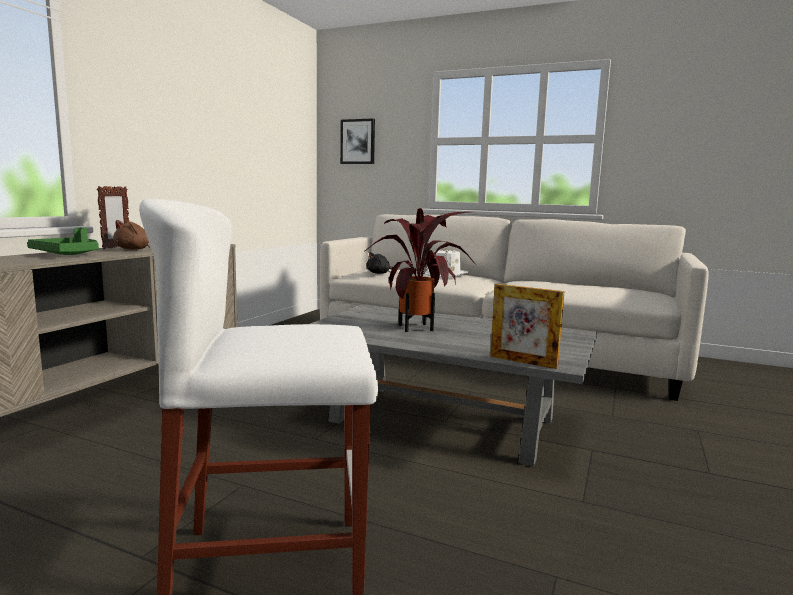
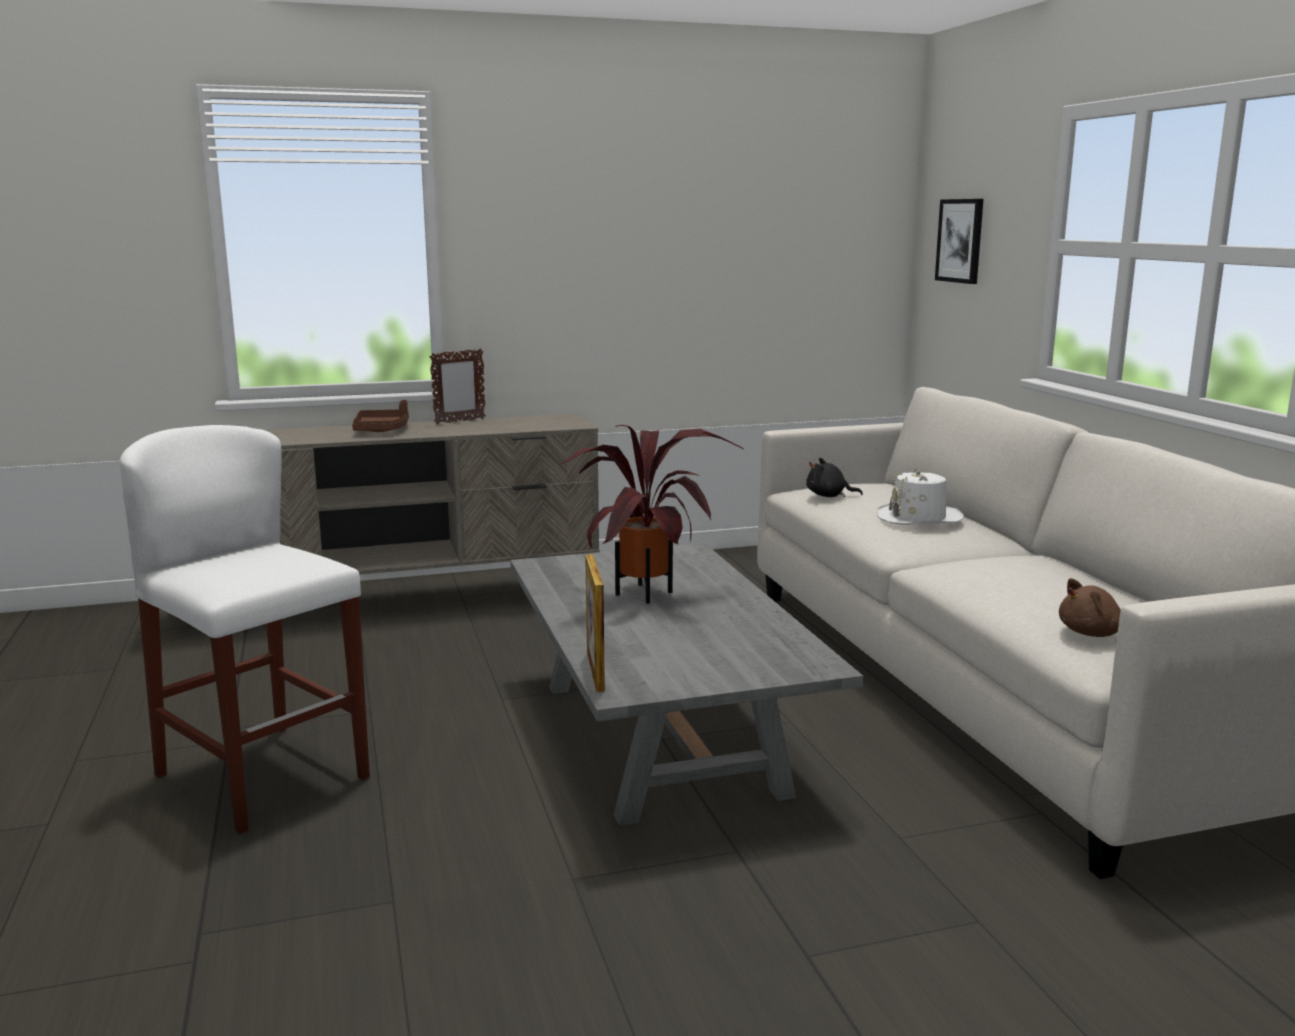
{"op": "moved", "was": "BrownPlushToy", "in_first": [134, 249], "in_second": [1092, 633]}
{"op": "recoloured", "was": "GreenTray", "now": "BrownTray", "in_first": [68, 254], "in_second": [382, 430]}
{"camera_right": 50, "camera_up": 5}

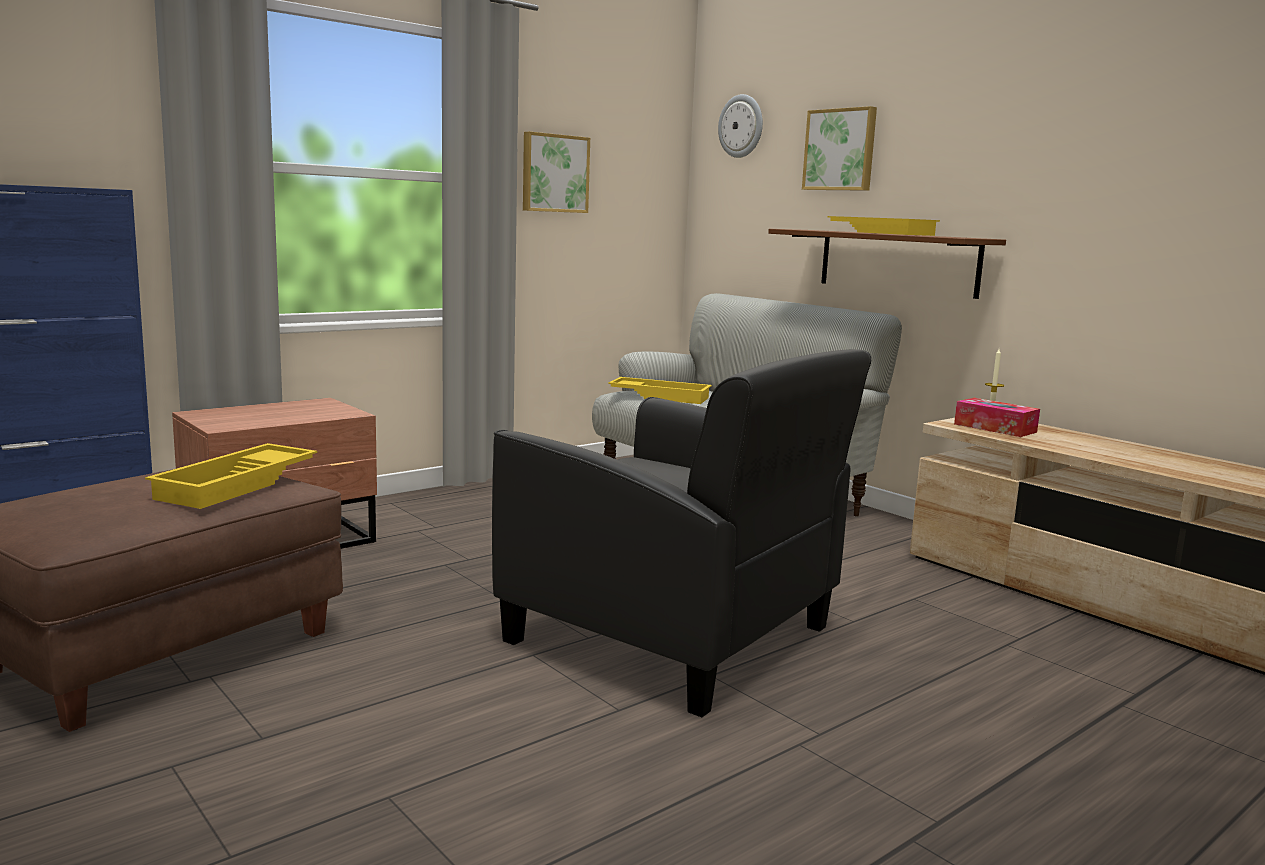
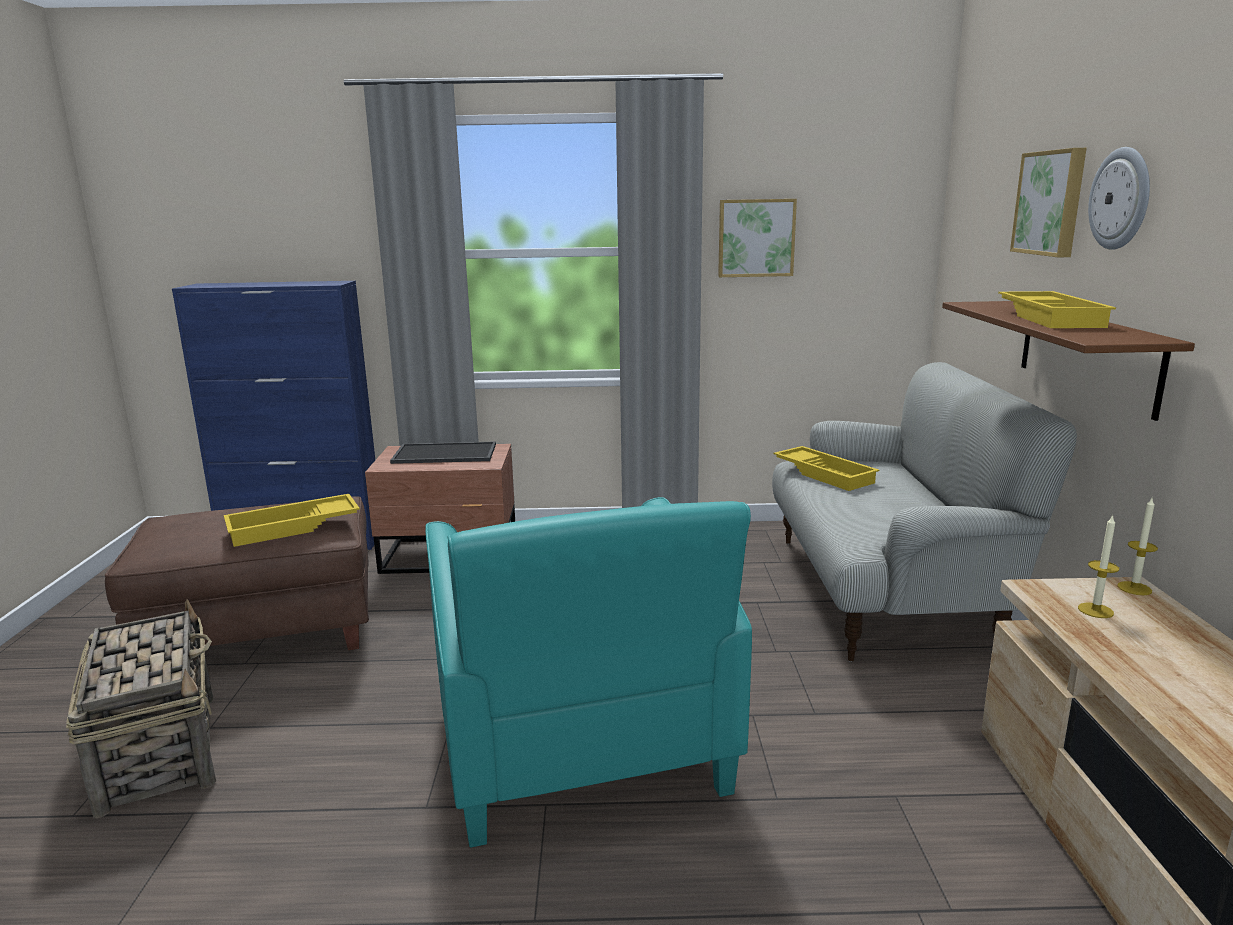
{"op": "added", "now": "Basket", "in_second": [160, 750]}
{"op": "added", "now": "Tray", "in_second": [443, 454]}
{"op": "moved", "was": "WallClock", "in_first": [741, 126], "in_second": [1121, 199]}
{"op": "replaced", "was": "TissueBox", "now": "Candle", "in_first": [995, 428], "in_second": [1095, 610]}
{"op": "recoloured", "was": "BlackArmchair", "now": "TurquoiseArmchair", "in_first": [673, 636], "in_second": [579, 746]}
{"camera_right": 40, "camera_up": 5}

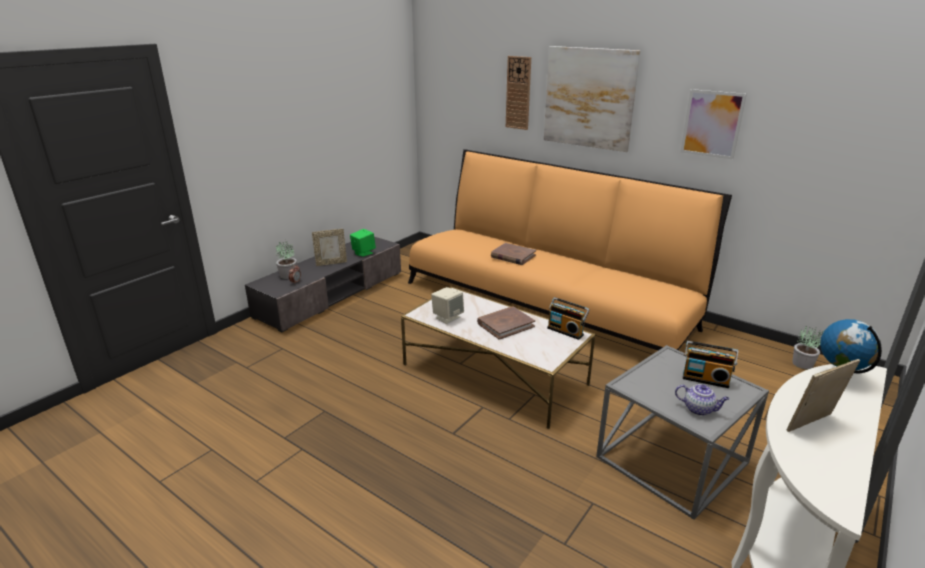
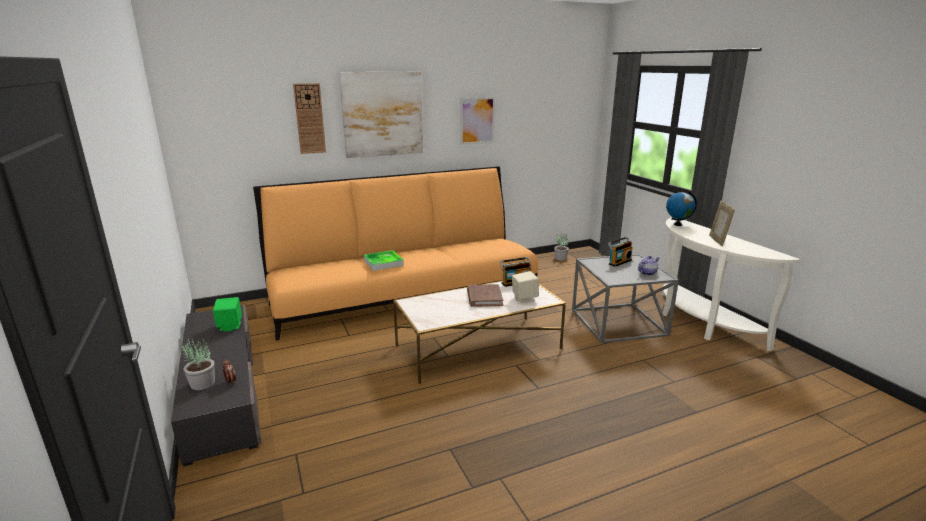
{"op": "removed", "was": "PictureFrame", "in_first": [331, 263]}
{"op": "moved", "was": "BeigeSpeaker", "in_first": [447, 317], "in_second": [524, 299]}
{"op": "replaced", "was": "BrownBook", "now": "Tray", "in_first": [513, 256], "in_second": [383, 263]}
{"camera_right": -60, "camera_up": -5}

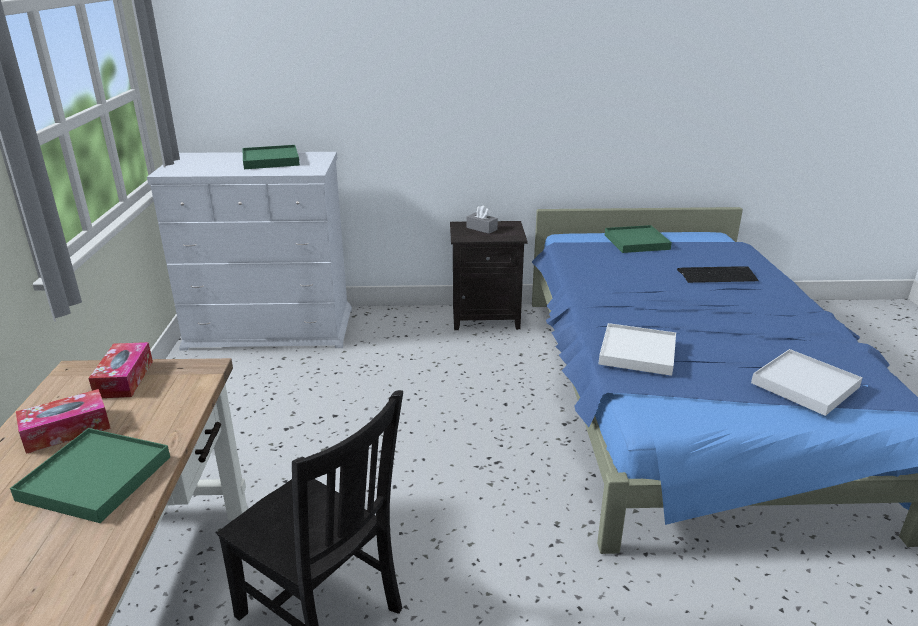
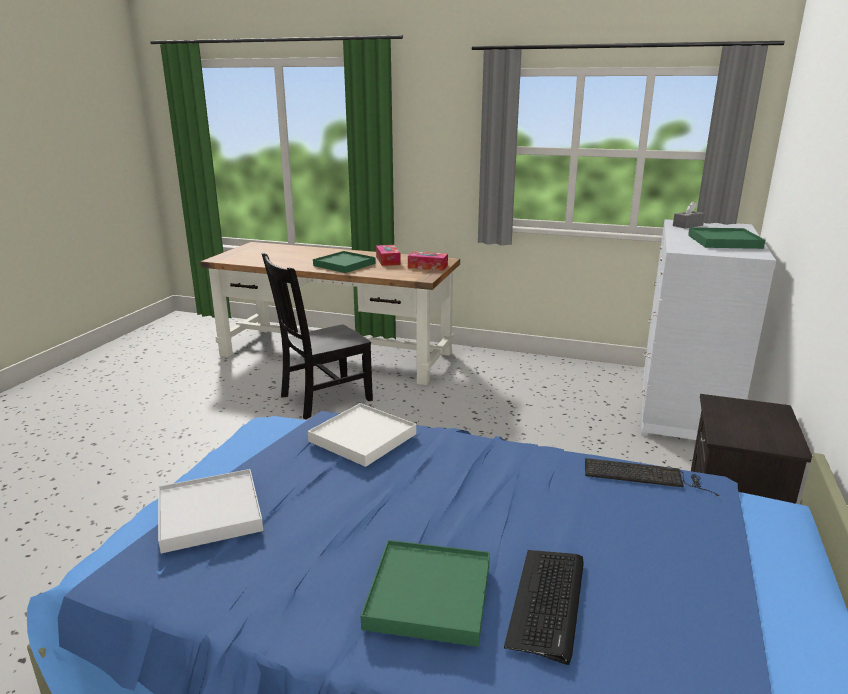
{"op": "added", "now": "Keyboard", "in_second": [645, 476]}
{"op": "moved", "was": "GreyTissueBox", "in_first": [481, 228], "in_second": [687, 225]}
{"op": "moved", "was": "GreenTray", "in_first": [636, 242], "in_second": [429, 595]}
{"camera_right": 110, "camera_up": -5}

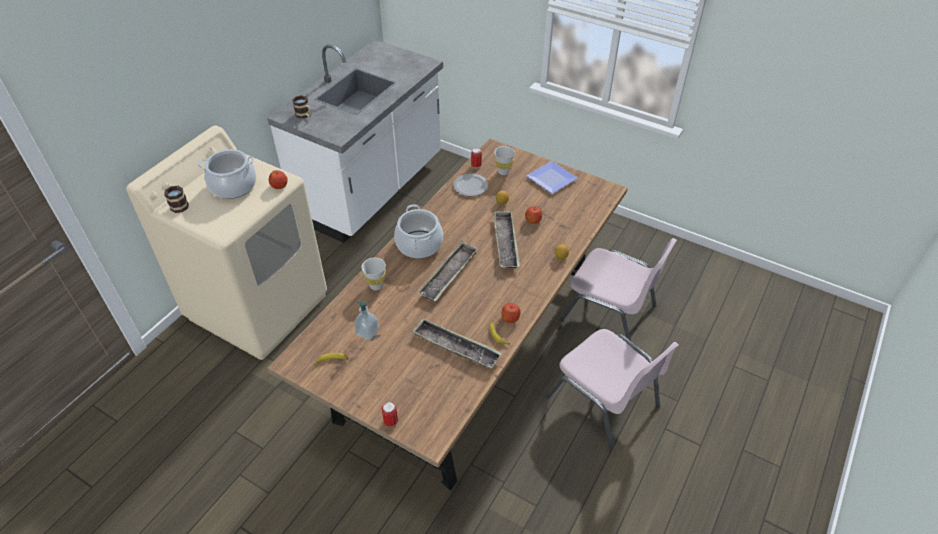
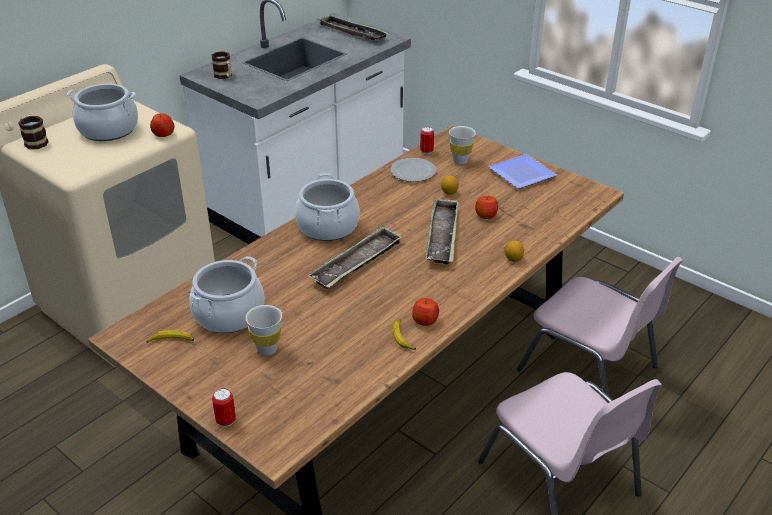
{"op": "moved", "was": "WhiteCup", "in_first": [376, 286], "in_second": [267, 349]}
{"op": "moved", "was": "Tray", "in_first": [456, 347], "in_second": [352, 32]}
{"op": "replaced", "was": "SoapDispenser", "now": "CookingPot", "in_first": [367, 332], "in_second": [229, 314]}
{"camera_right": 10, "camera_up": -10}

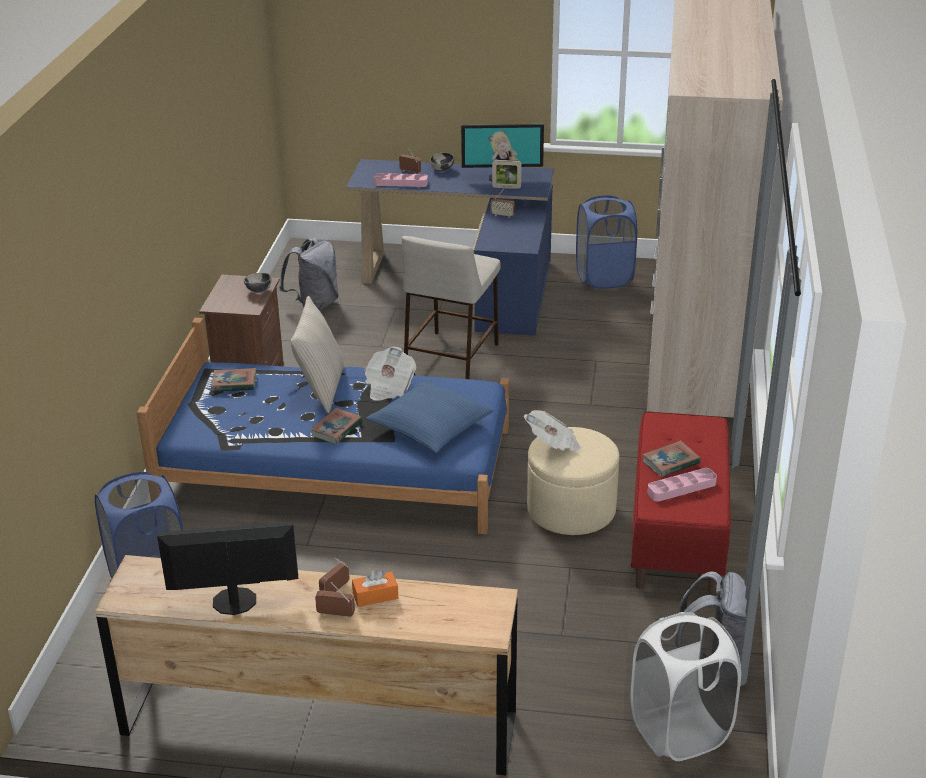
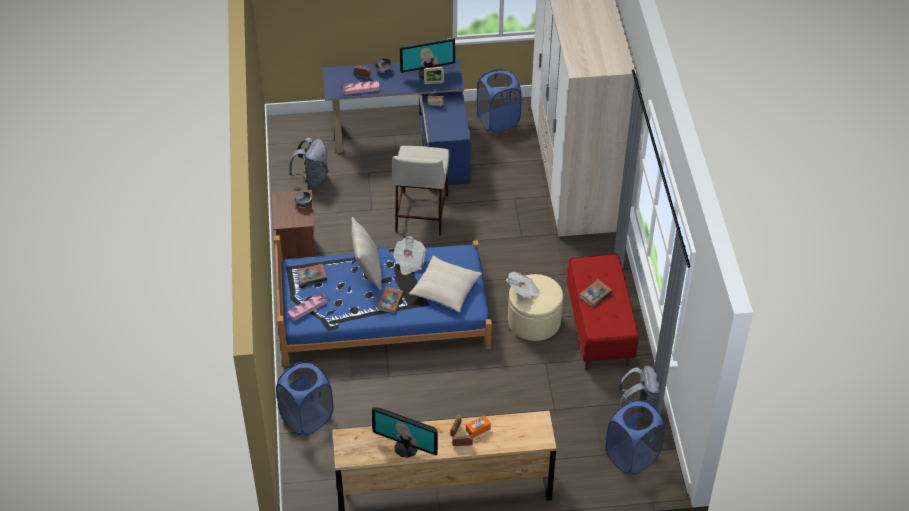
{"op": "moved", "was": "PinkTray", "in_first": [681, 488], "in_second": [307, 308]}
{"op": "recoloured", "was": "BluePillow", "now": "BeigePillow", "in_first": [430, 426], "in_second": [446, 289]}
{"op": "recoloured", "was": "WhiteLaundryBasket", "now": "BlueLaundryBasket", "in_first": [679, 731], "in_second": [632, 456]}
{"op": "turned", "was": "Monitor", "in_first": [234, 602], "in_second": [406, 448], "clockwise": -135}
{"camera_right": -15, "camera_up": 15}

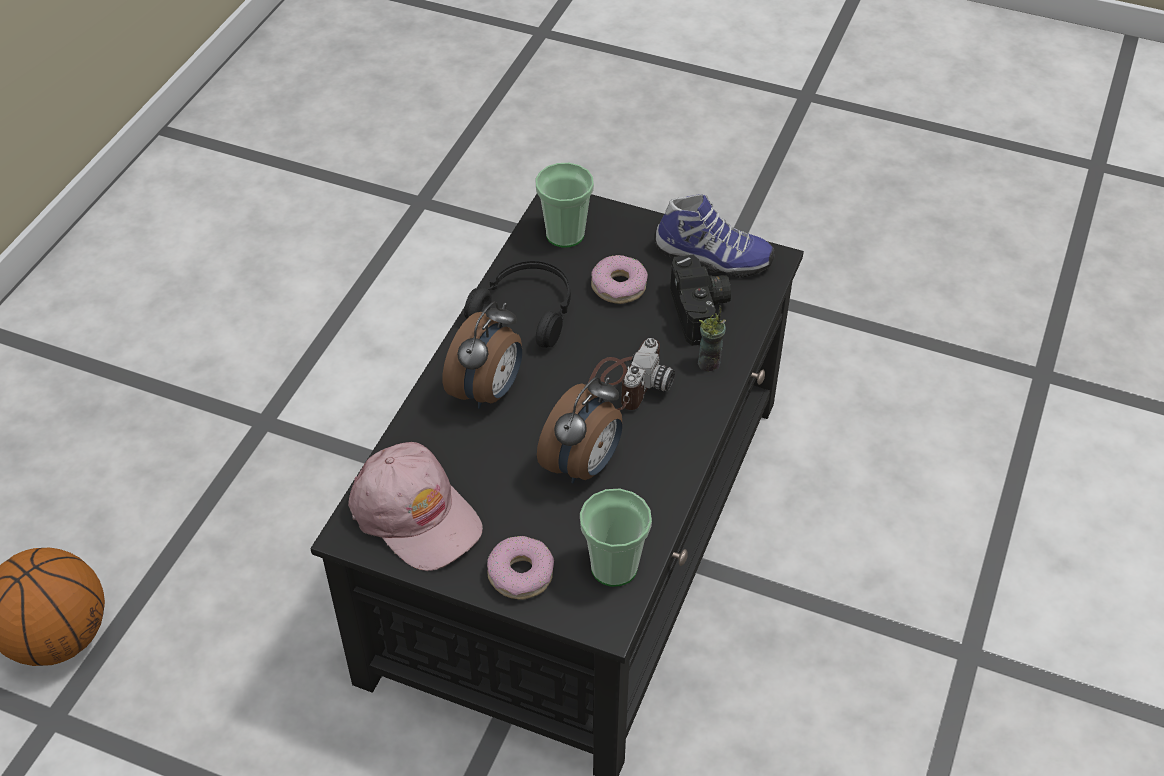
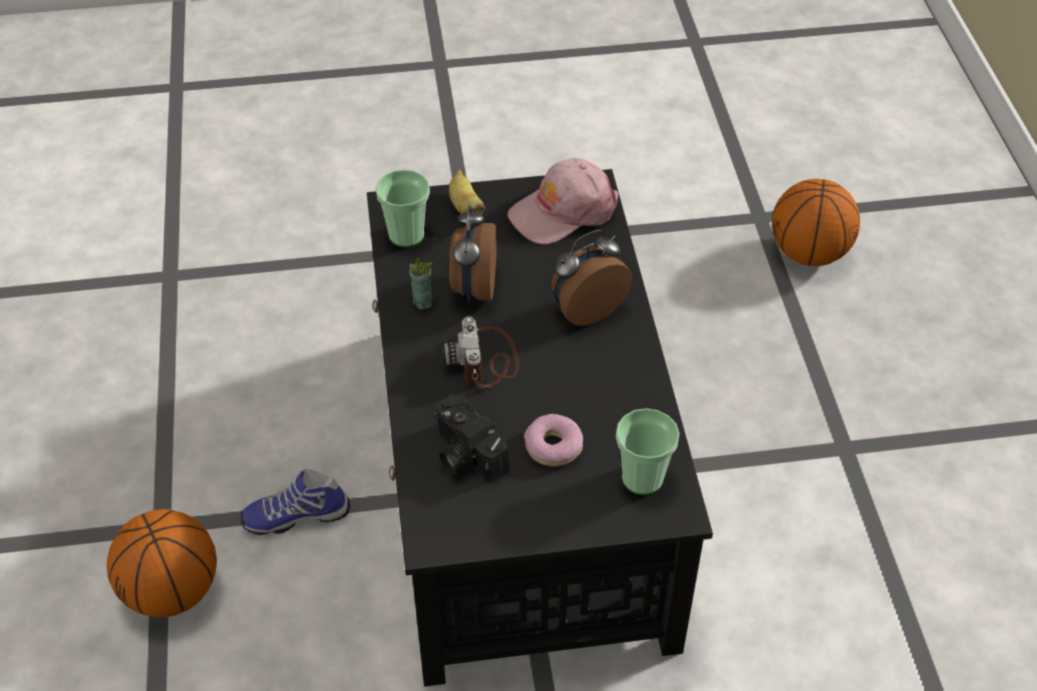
{"op": "removed", "was": "BlackHeadphones", "in_first": [527, 310]}
{"op": "added", "now": "Basketball", "in_second": [171, 591]}
{"op": "moved", "was": "Shoe", "in_first": [711, 258], "in_second": [296, 515]}
{"op": "moved", "was": "Cup", "in_first": [709, 363], "in_second": [422, 302]}
{"op": "replaced", "was": "Donut", "now": "Banana", "in_first": [520, 574], "in_second": [465, 207]}
{"op": "turned", "was": "PinkCap", "in_first": [416, 514], "in_second": [562, 211], "clockwise": -45}
{"op": "turned", "was": "AlarmClock", "in_first": [488, 391], "in_second": [586, 309], "clockwise": 60}
{"camera_right": 150, "camera_up": 0}

